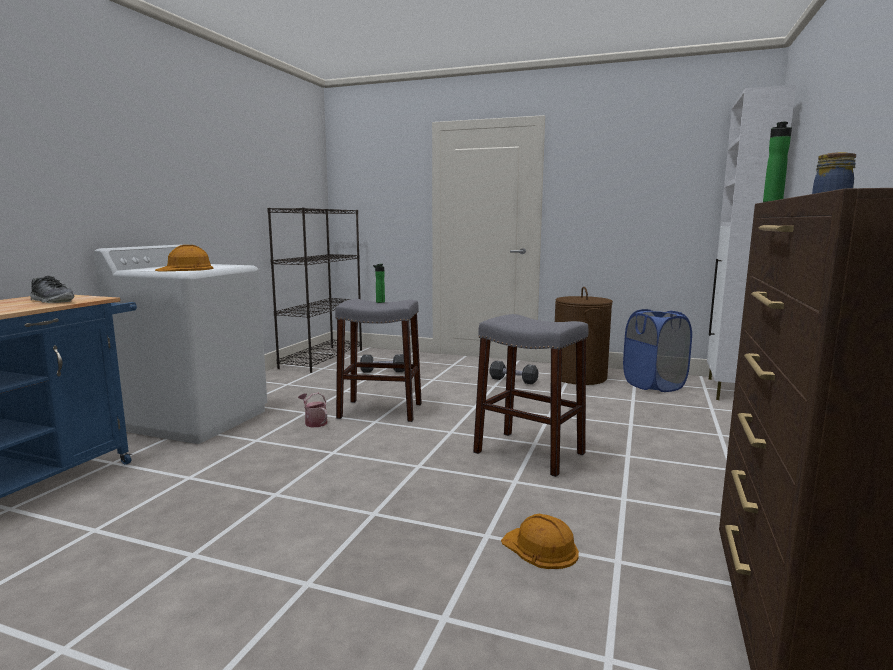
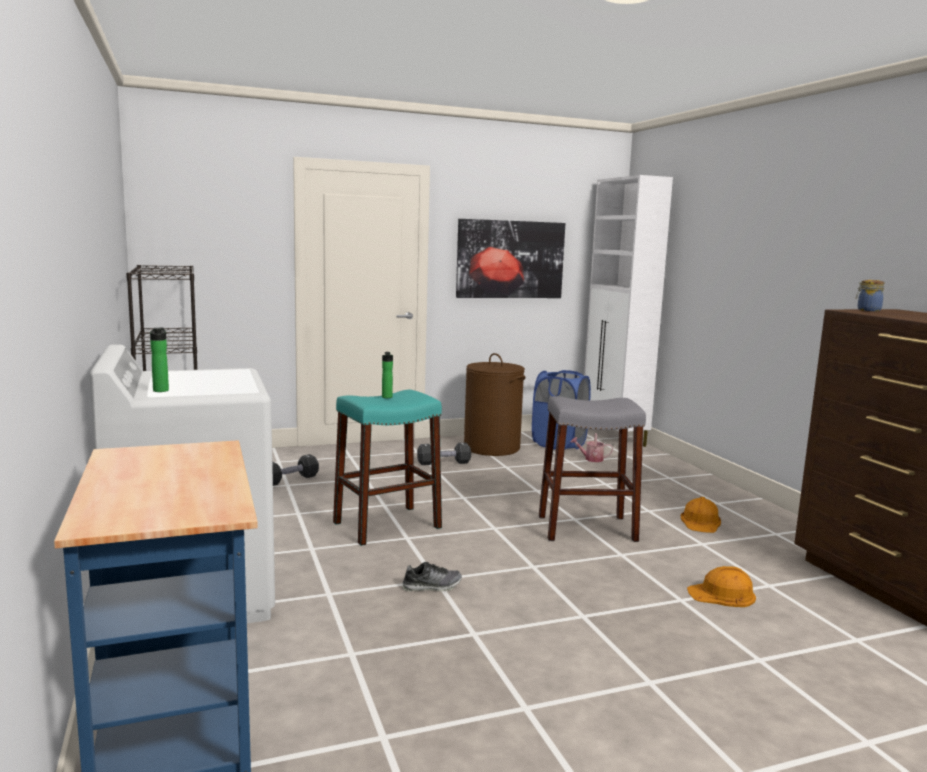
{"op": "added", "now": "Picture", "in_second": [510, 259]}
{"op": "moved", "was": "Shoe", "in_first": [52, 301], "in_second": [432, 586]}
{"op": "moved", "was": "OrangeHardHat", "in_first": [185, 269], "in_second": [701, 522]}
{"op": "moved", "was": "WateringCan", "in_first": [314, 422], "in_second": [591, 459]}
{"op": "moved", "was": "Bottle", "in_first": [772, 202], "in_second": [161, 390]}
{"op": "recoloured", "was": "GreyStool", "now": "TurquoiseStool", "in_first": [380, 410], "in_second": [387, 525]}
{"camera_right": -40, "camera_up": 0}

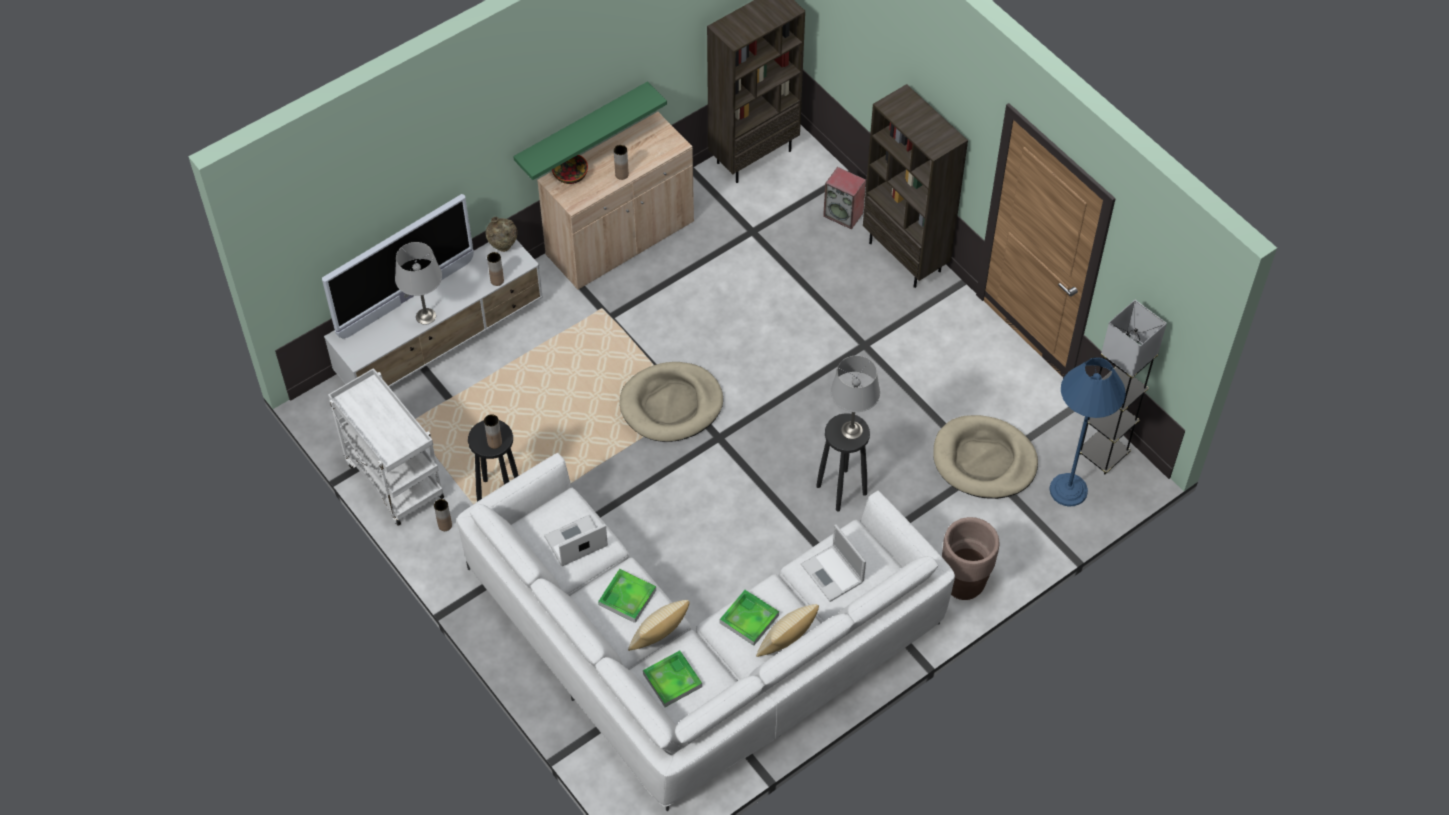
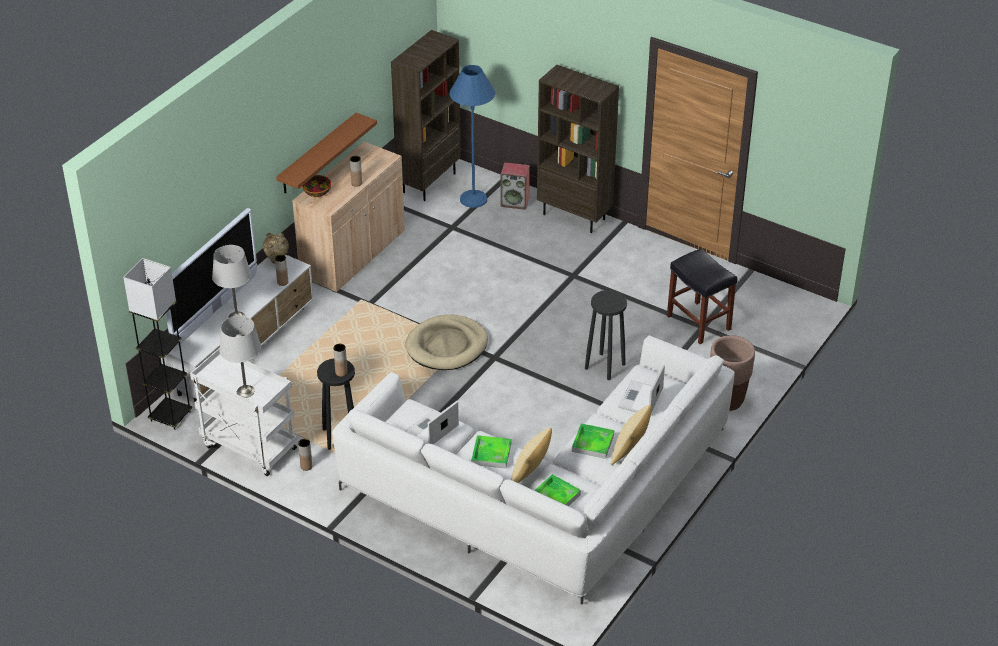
{"op": "moved", "was": "GreyTableLamp", "in_first": [851, 430], "in_second": [245, 391]}
{"op": "moved", "was": "BlueFloorLamp", "in_first": [1068, 490], "in_second": [473, 199]}
{"op": "moved", "was": "GreyFloorLamp", "in_first": [1103, 454], "in_second": [171, 416]}
{"op": "replaced", "was": "BeigeDogBed", "now": "BlackStool", "in_first": [984, 460], "in_second": [699, 323]}
{"op": "recoloured", "was": "GreenShelf", "now": "BrownShelf", "in_first": [582, 129], "in_second": [317, 154]}
{"op": "turned", "was": "Laptop", "in_first": [833, 574], "in_second": [640, 399], "clockwise": 75}
{"camera_right": -20, "camera_up": -15}

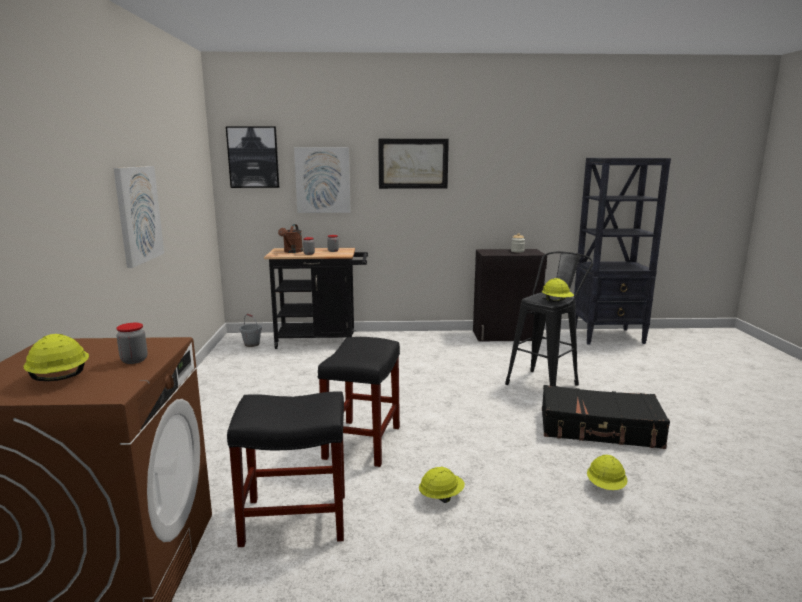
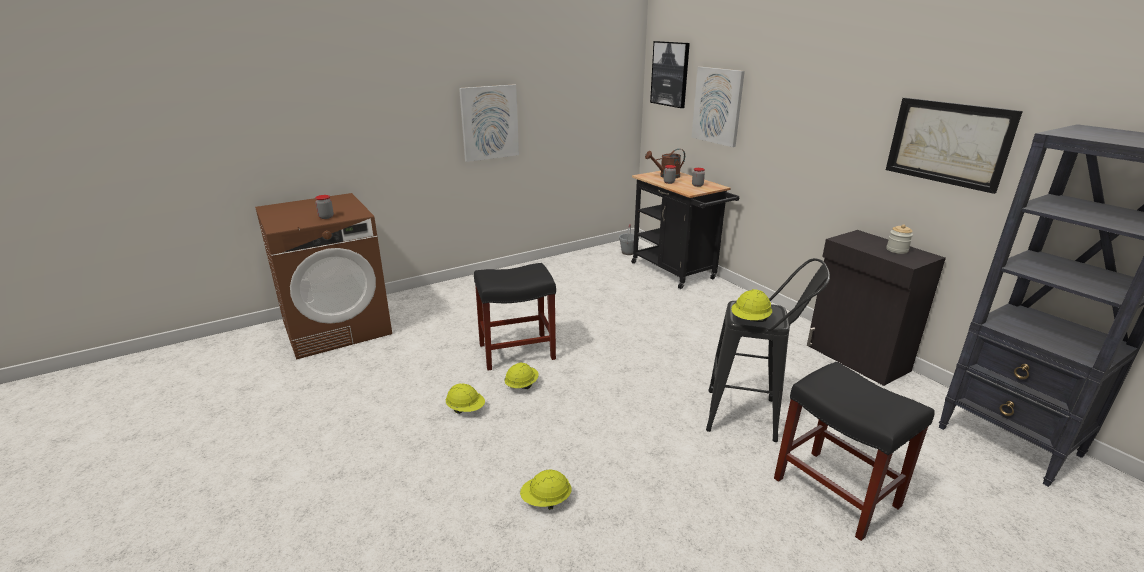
{"op": "removed", "was": "BlackSuitcase", "in_first": [599, 429]}
{"op": "moved", "was": "YellowHardHat", "in_first": [59, 377], "in_second": [521, 385]}
{"op": "moved", "was": "BlackStool", "in_first": [297, 518], "in_second": [837, 493]}
{"op": "moved", "was": "Picture", "in_first": [413, 163], "in_second": [948, 143]}
{"camera_right": 60, "camera_up": 10}

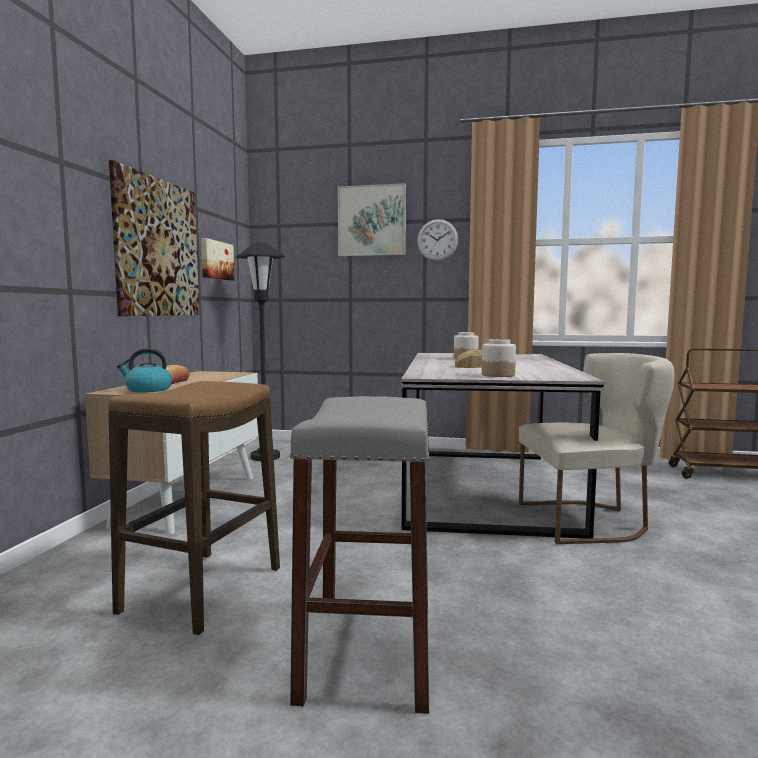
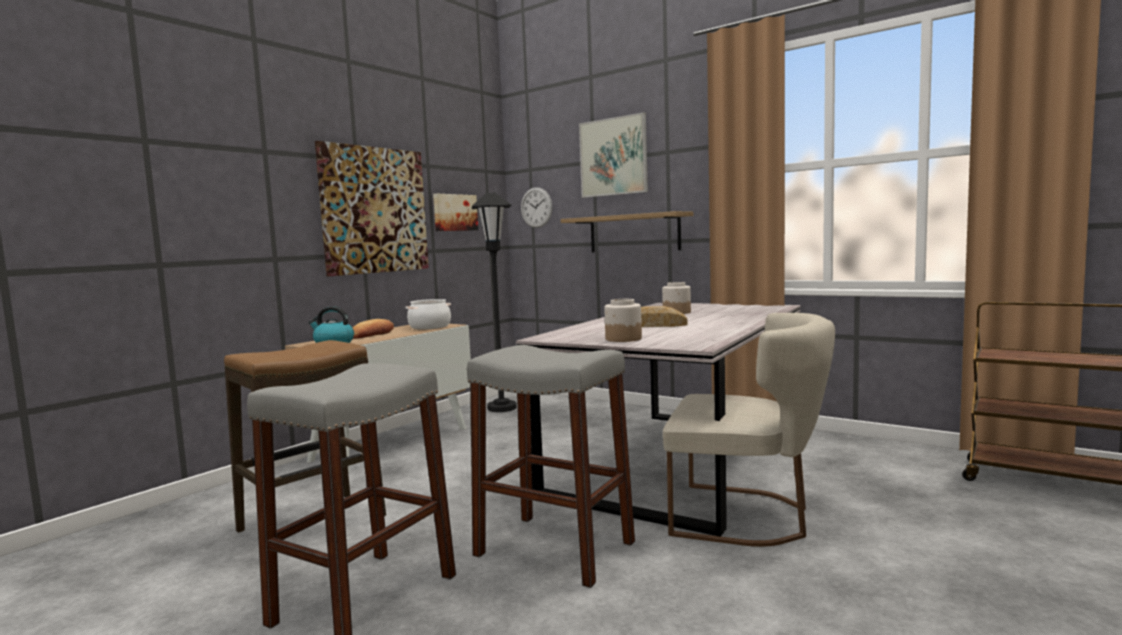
{"op": "added", "now": "CookingPot", "in_second": [429, 327]}
{"op": "added", "now": "GreyStool", "in_second": [555, 549]}
{"op": "added", "now": "Shelf", "in_second": [634, 233]}
{"op": "moved", "was": "WallClock", "in_first": [437, 240], "in_second": [536, 207]}
{"camera_right": 25, "camera_up": 0}

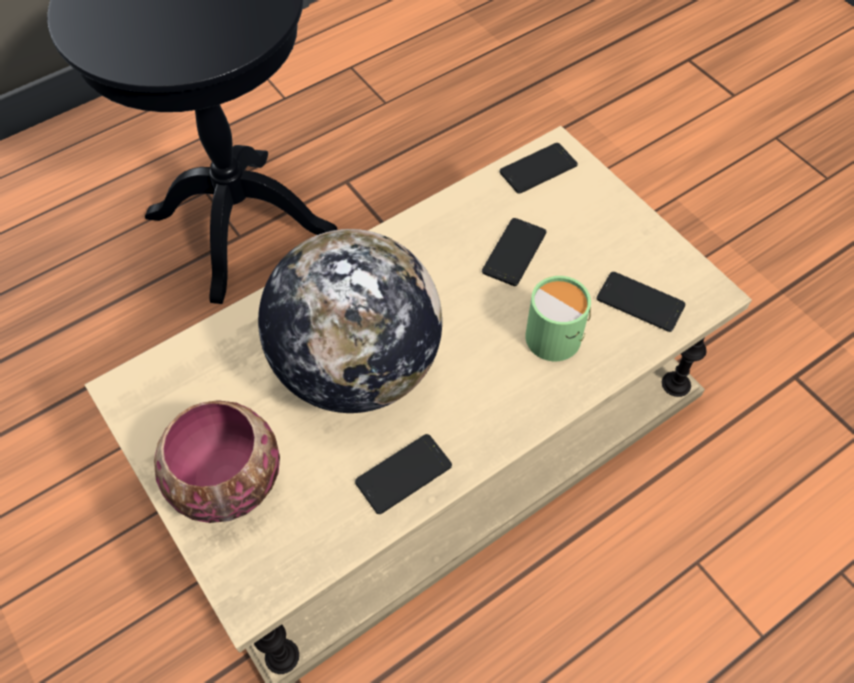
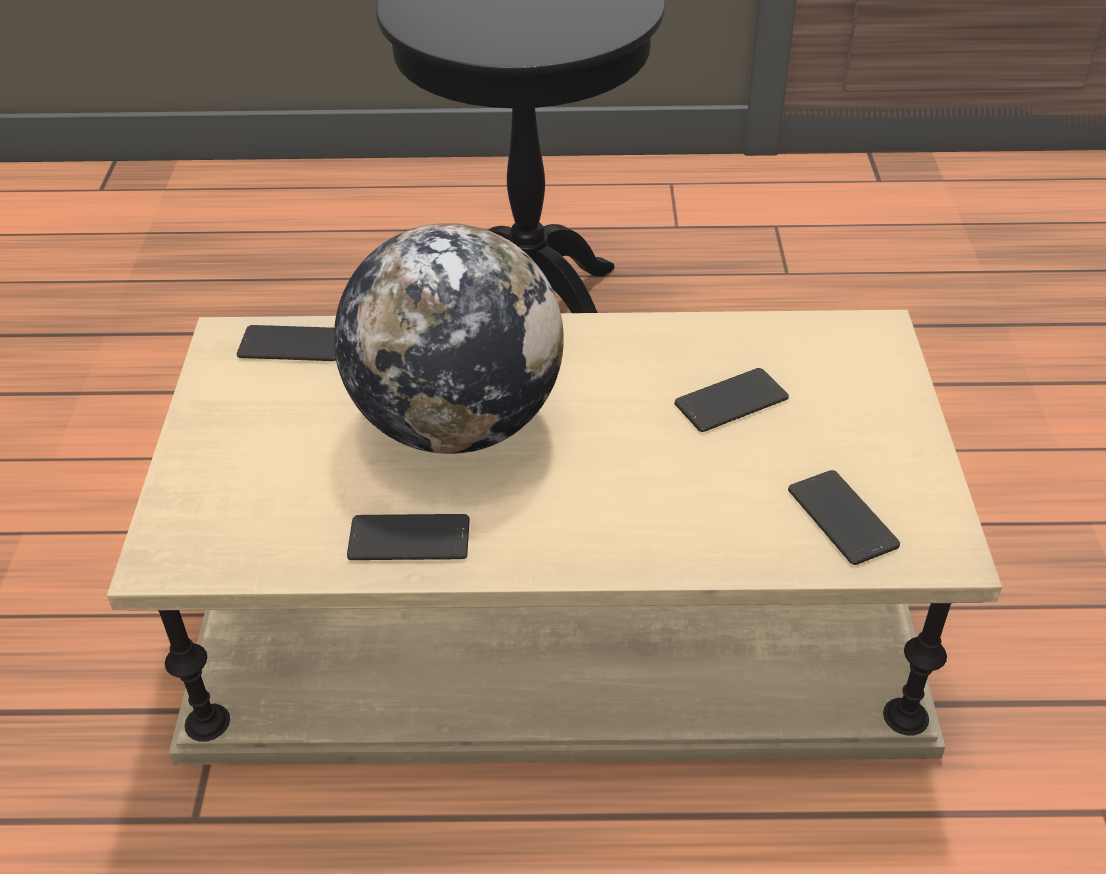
{"op": "removed", "was": "Bowl", "in_first": [225, 481]}
{"op": "removed", "was": "GreenMug", "in_first": [557, 333]}
{"op": "moved", "was": "Phone", "in_first": [538, 169], "in_second": [291, 345]}
{"camera_right": 35, "camera_up": -15}

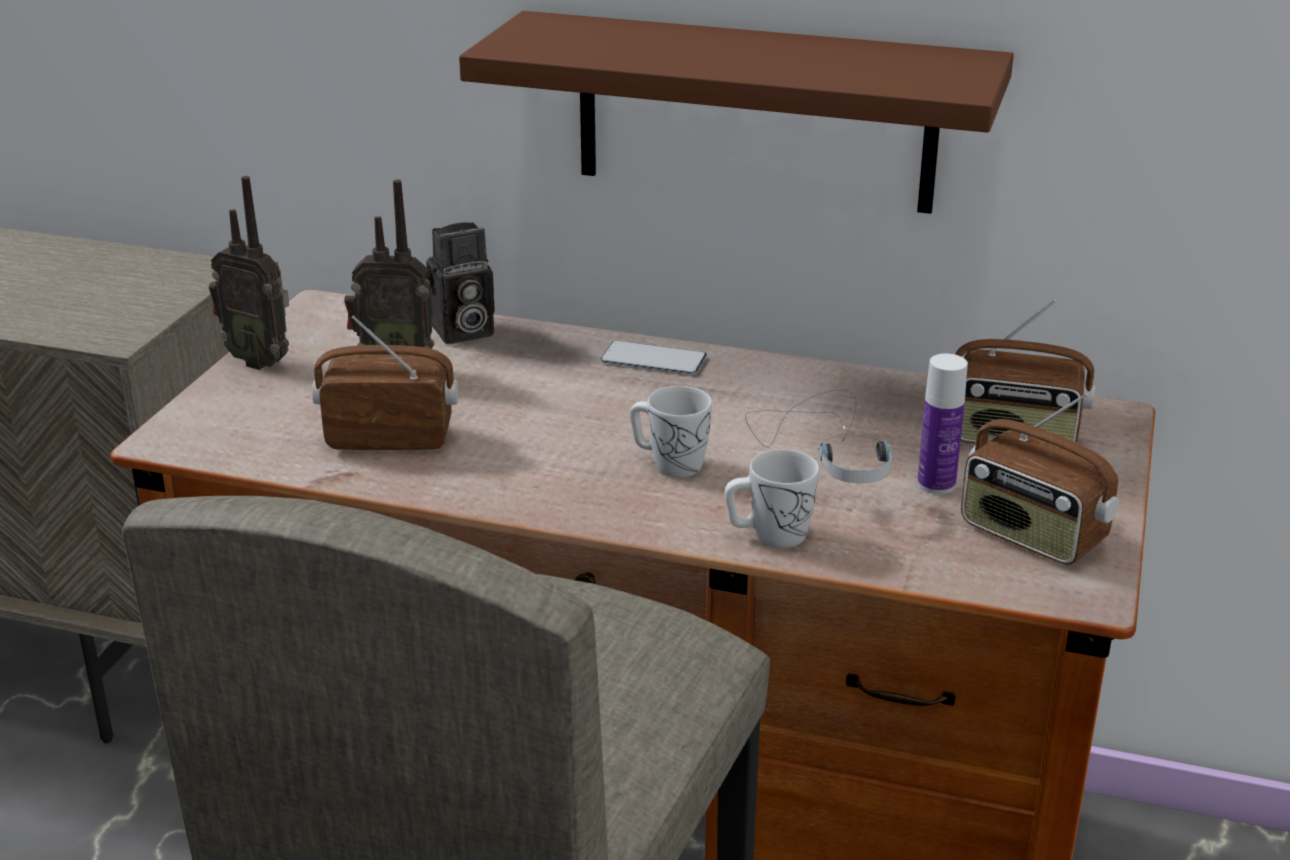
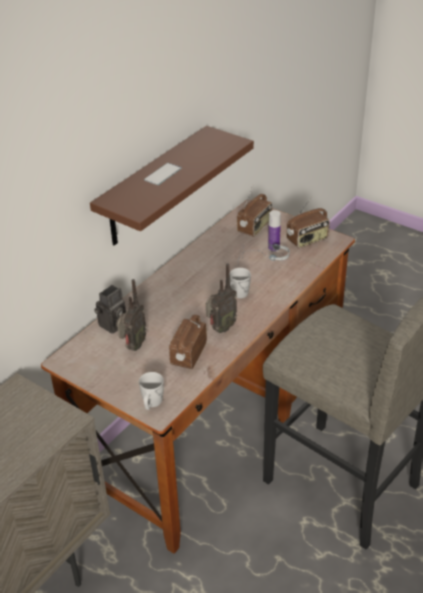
{"op": "moved", "was": "Radio", "in_first": [260, 360], "in_second": [220, 328]}
{"op": "moved", "was": "Phone", "in_first": [653, 359], "in_second": [163, 174]}
{"op": "moved", "was": "WhiteMug", "in_first": [769, 535], "in_second": [151, 404]}
{"op": "turned", "was": "PhotoCamera", "in_first": [460, 332], "in_second": [113, 326], "clockwise": 45}
{"camera_right": -70, "camera_up": 10}

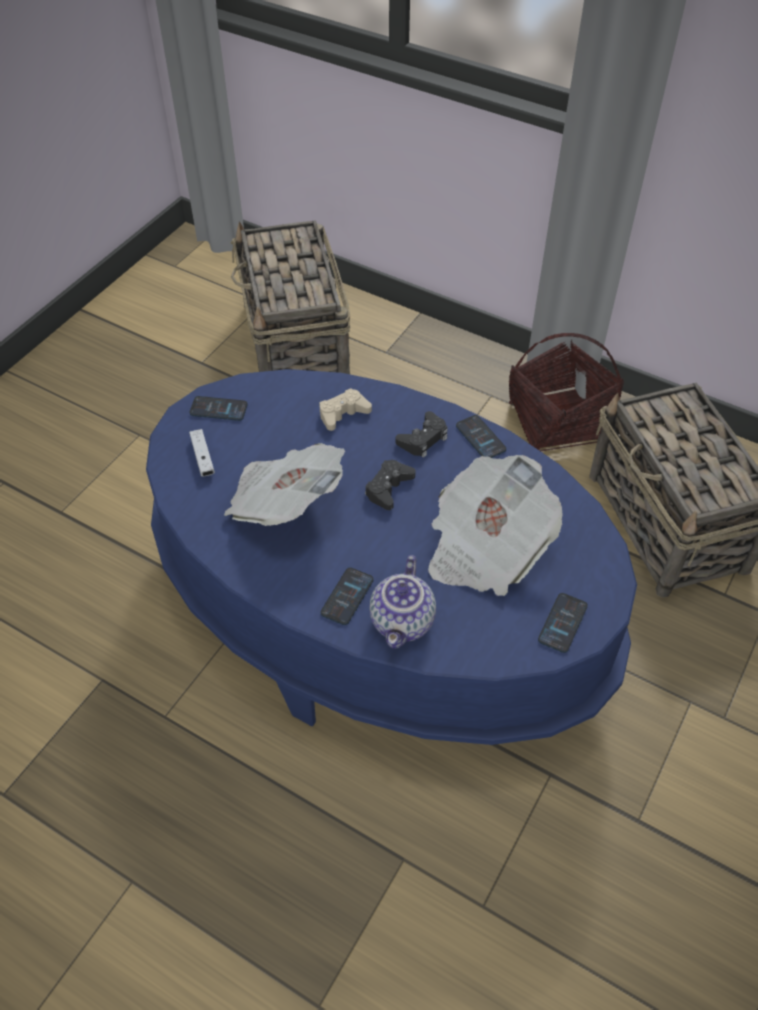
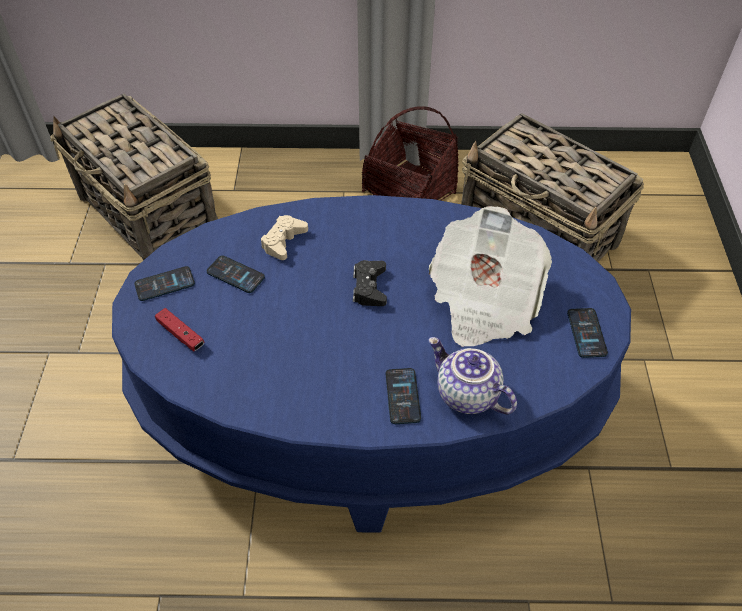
{"op": "removed", "was": "Newspaper", "in_first": [285, 503]}
{"op": "removed", "was": "BlackGameController", "in_first": [423, 439]}
{"op": "moved", "was": "Phone", "in_first": [480, 438], "in_second": [235, 275]}
{"op": "recoloured", "was": "WhiteGameController", "now": "RedGameController", "in_first": [202, 457], "in_second": [181, 334]}
{"op": "turned", "was": "Teapot", "in_first": [403, 622], "in_second": [466, 395], "clockwise": 150}
{"camera_right": -30, "camera_up": 0}

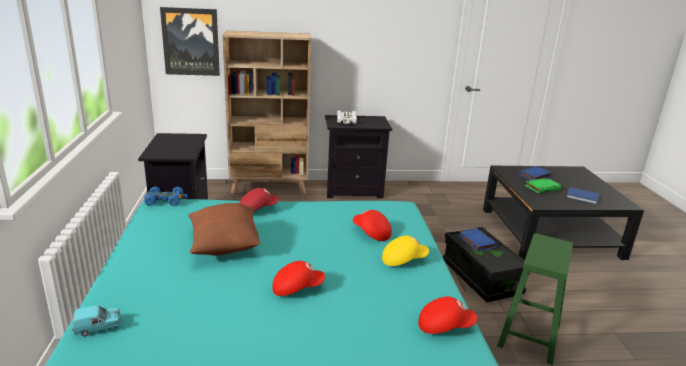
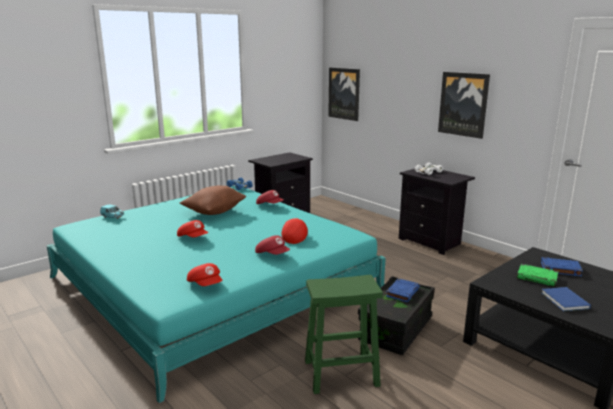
{"op": "removed", "was": "BeigeBookcase", "in_first": [269, 187]}
{"op": "added", "now": "Picture", "in_second": [463, 104]}
{"op": "recoloured", "was": "YellowCap", "now": "RedCap", "in_first": [403, 260], "in_second": [273, 254]}
{"camera_right": 55, "camera_up": -5}

